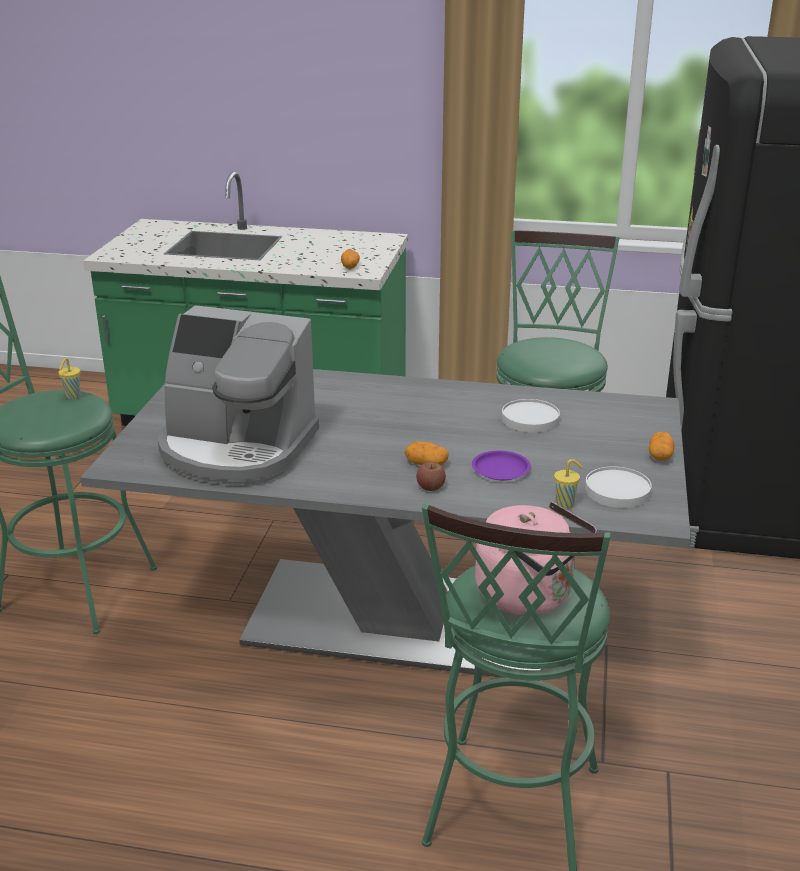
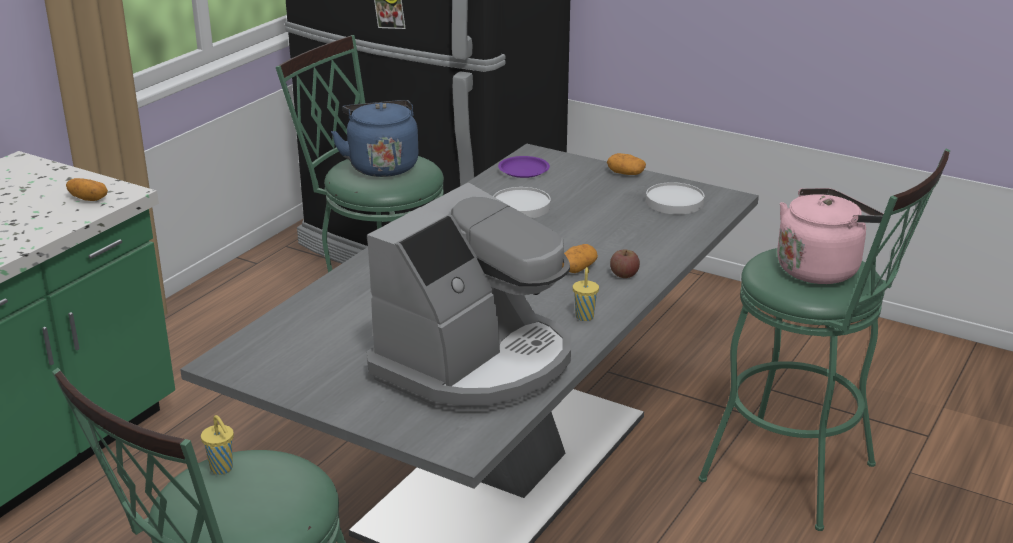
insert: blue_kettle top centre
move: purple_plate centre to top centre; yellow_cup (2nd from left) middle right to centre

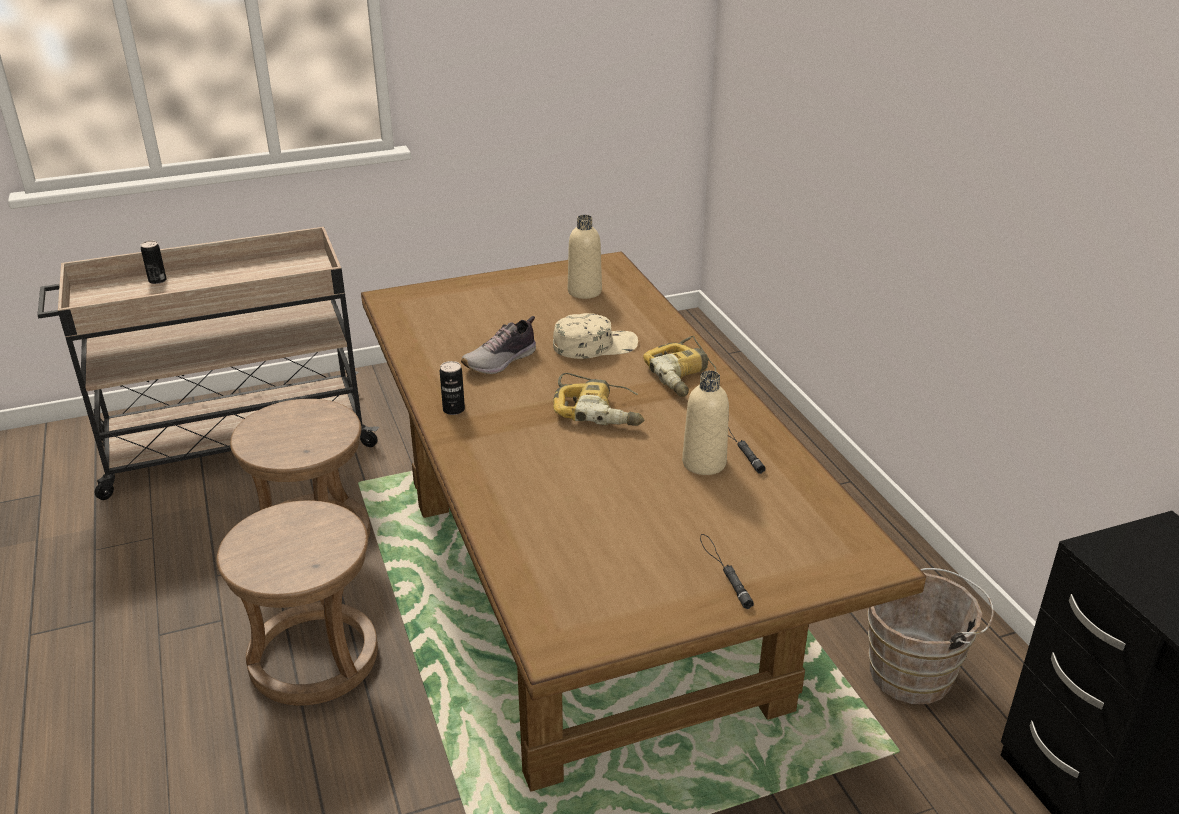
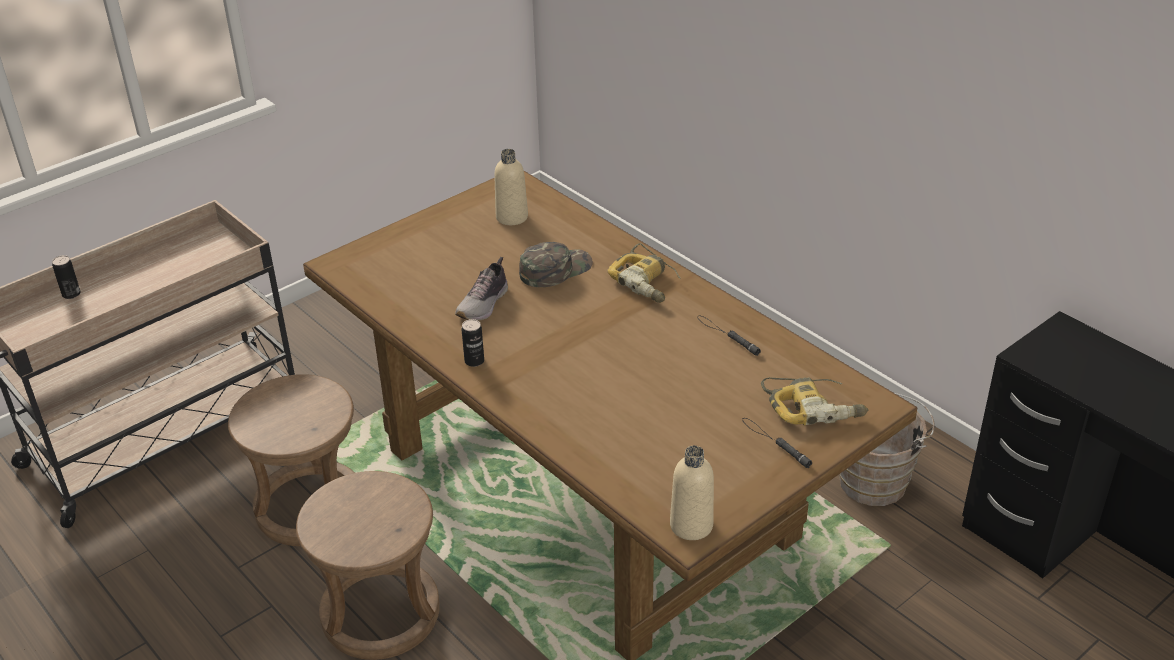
move: power_drill (1st from left in the first image) centre to power_drill (2nd from left) middle right; beige_bottle (2nd from left) centre to bottom centre
recolor: beige_cap centre to green_cap centre

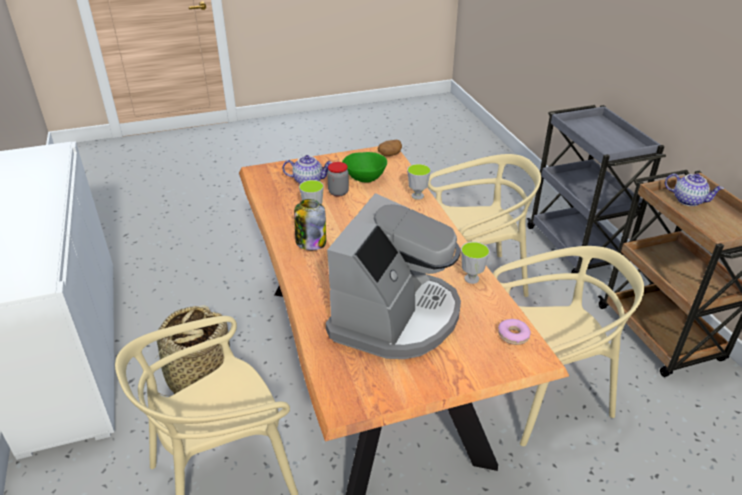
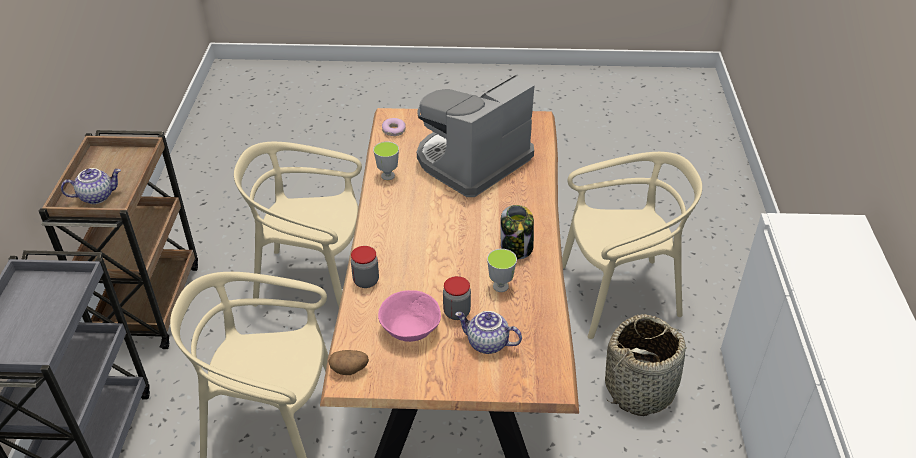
replace: cup (2nd from left) centre to jar (1st from left) centre
recolor: green_bowl centre to pink_bowl bottom centre
rotate: teapot (2nd from left in the first image) middle right = middle left 105 degrees clockwise

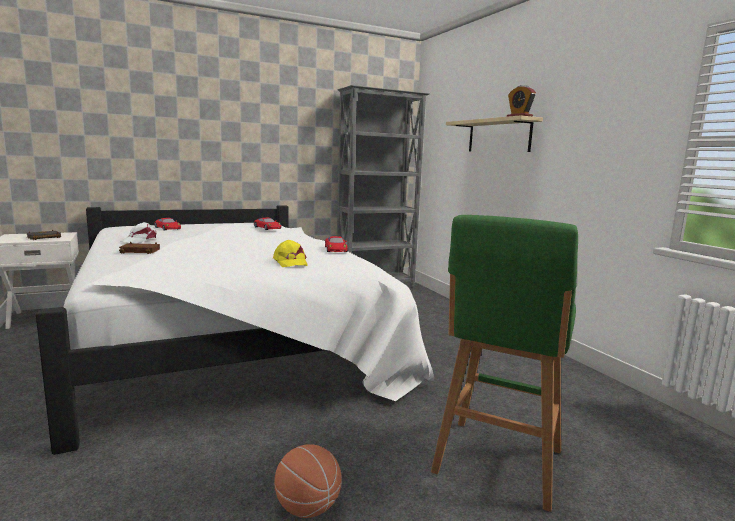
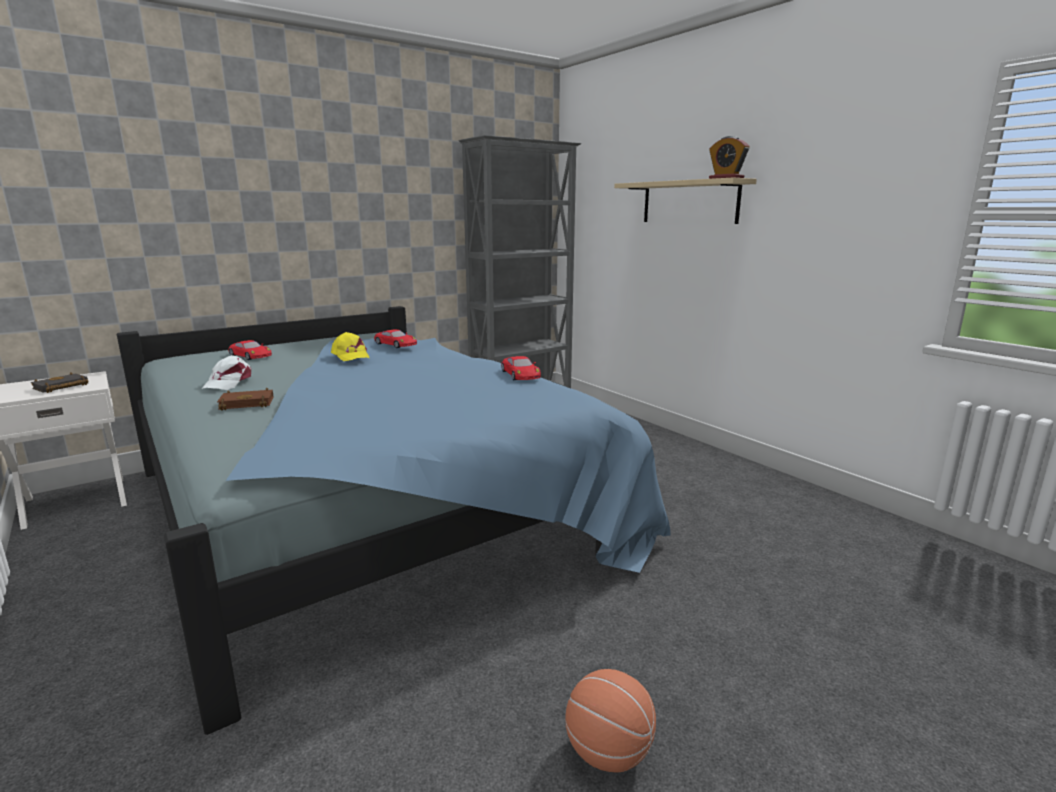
delete: green_stool bottom right
move: yellow_cap centre to middle left
recolor: white_bed middle left to blue_bed centre

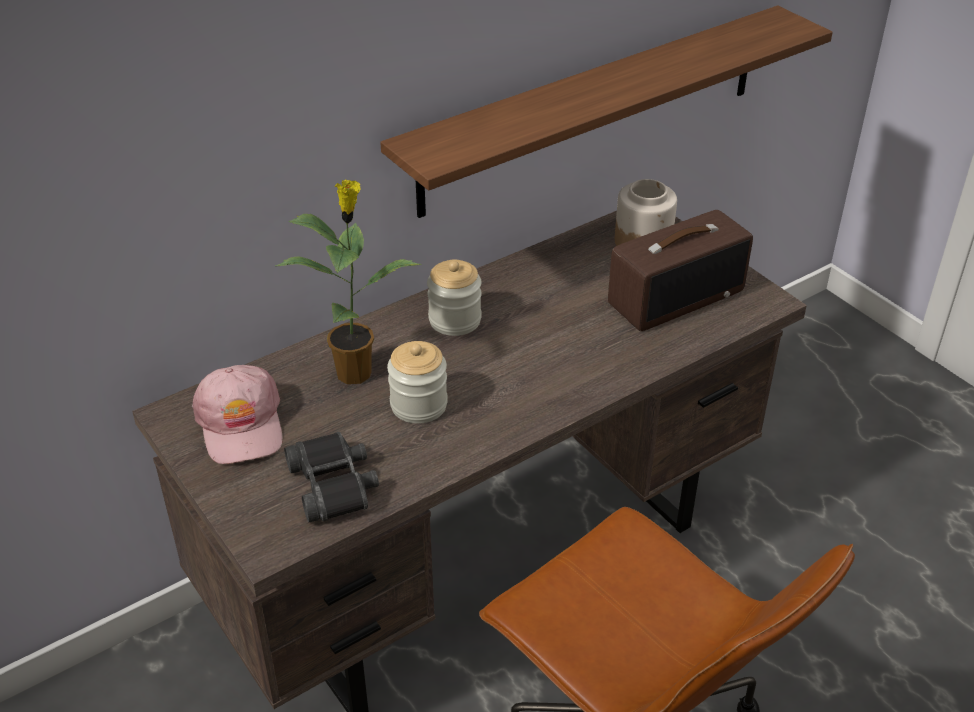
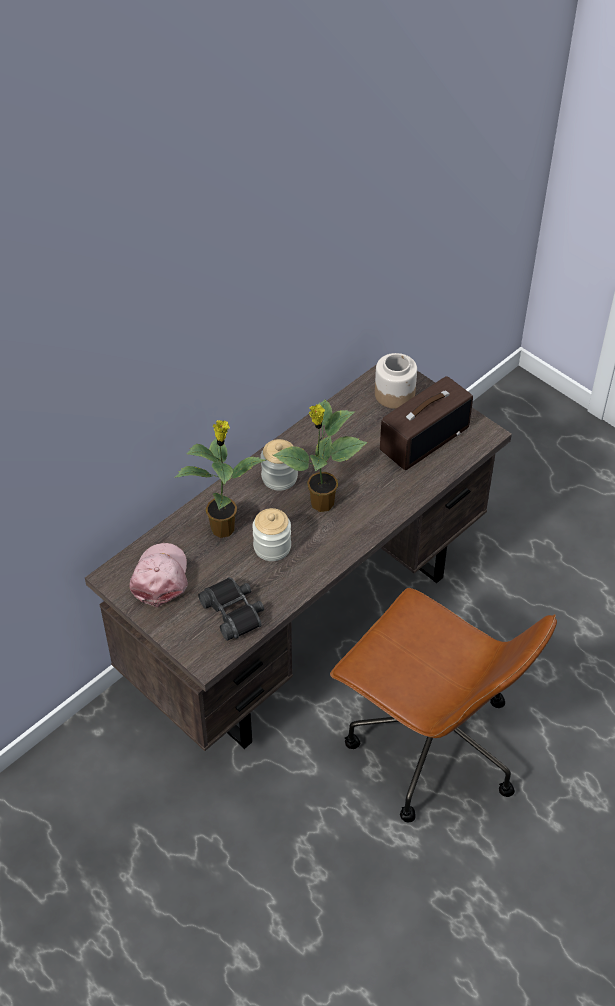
delete: shelf top centre
insert: potted_plant (2nd from left) centre
rotate: pink_cap middle left = middle left 150 degrees counterclockwise

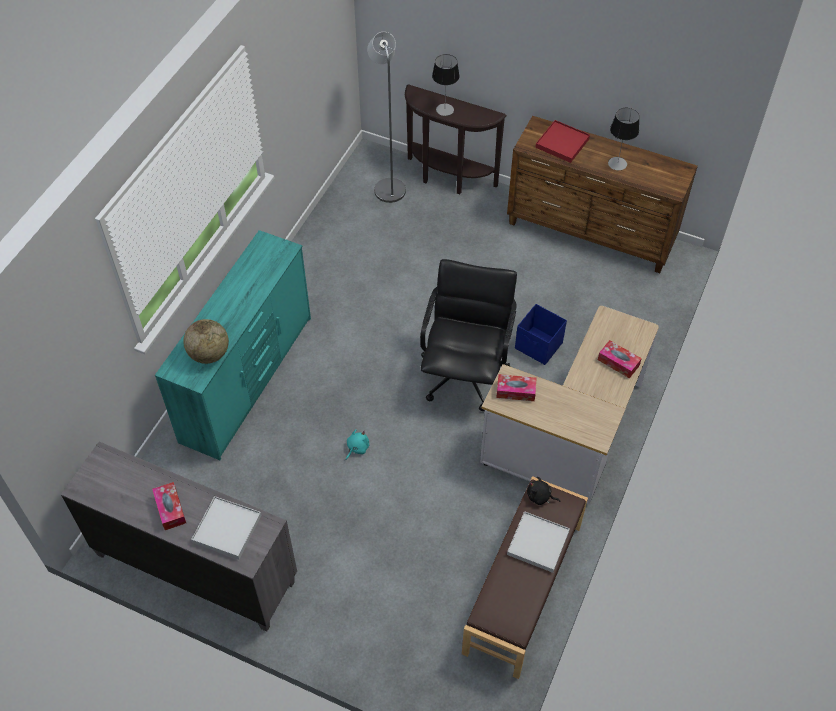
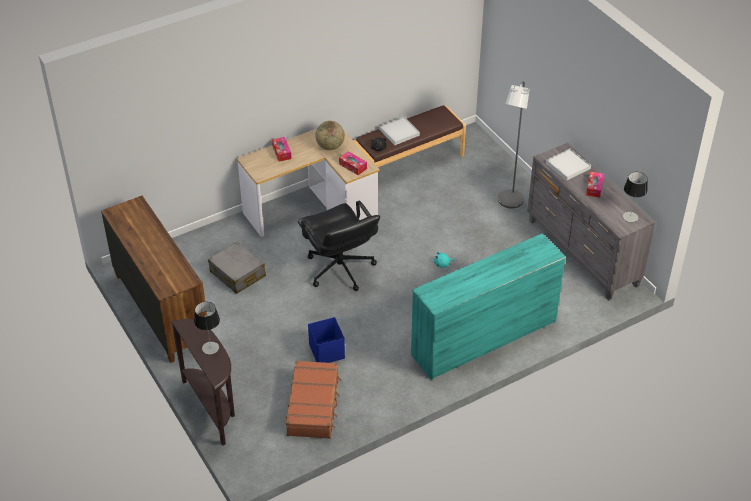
delete: red_tray top right
insert: grey_suitcase middle left; brown_suitcase bottom centre
move: globe middle left to top centre; grey_floor_lamp top centre to top right; blue_storage_box centre to bottom centre; table_lamp (2nd from left) top right to middle right
rotate: black_office_chair centre = centre 75 degrees counterclockwise

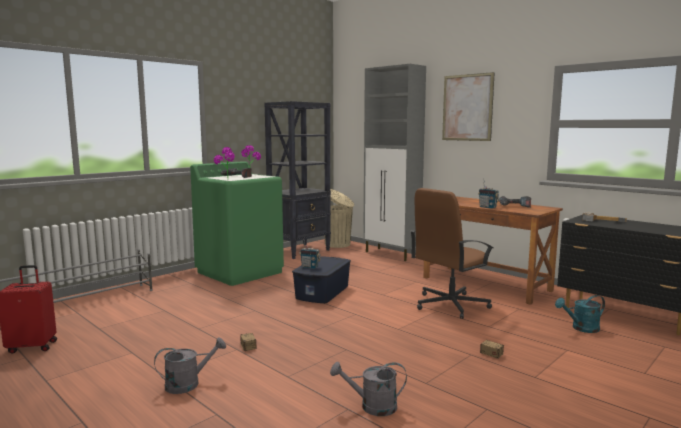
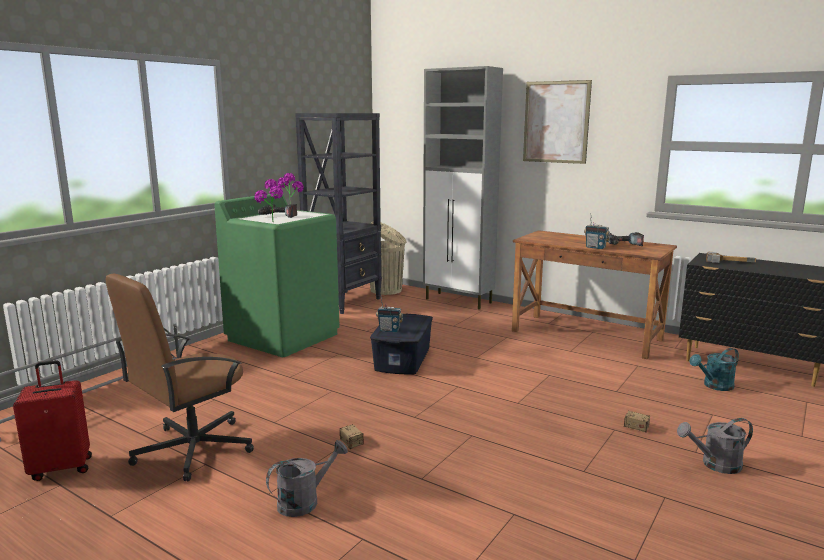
move: grey_watering_can (2nd from left) bottom centre to bottom right; brown_office_chair centre to bottom left

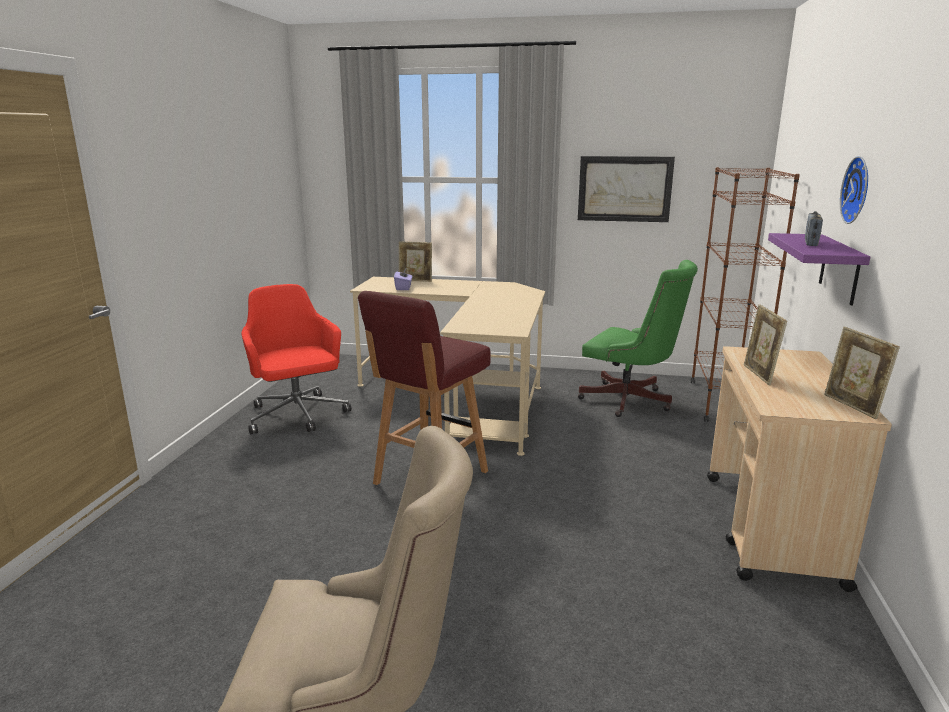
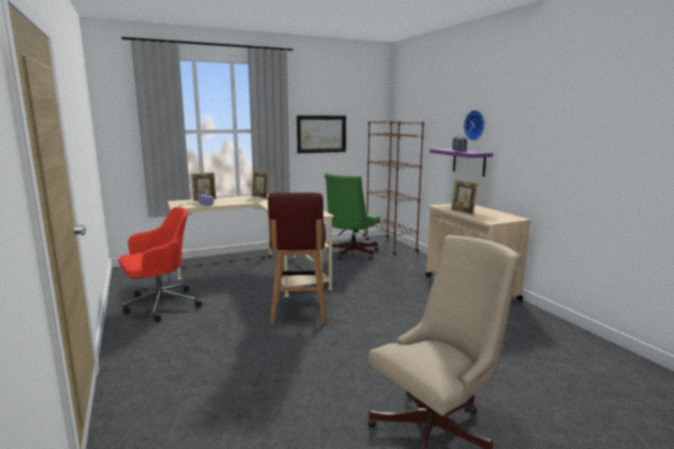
move: picture_frame (3rd from left in the first image) middle right to picture_frame (2nd from left) centre
rotate: red_office_chair middle left = middle left 120 degrees clockwise; green_office_chair middle right = centre 120 degrees clockwise

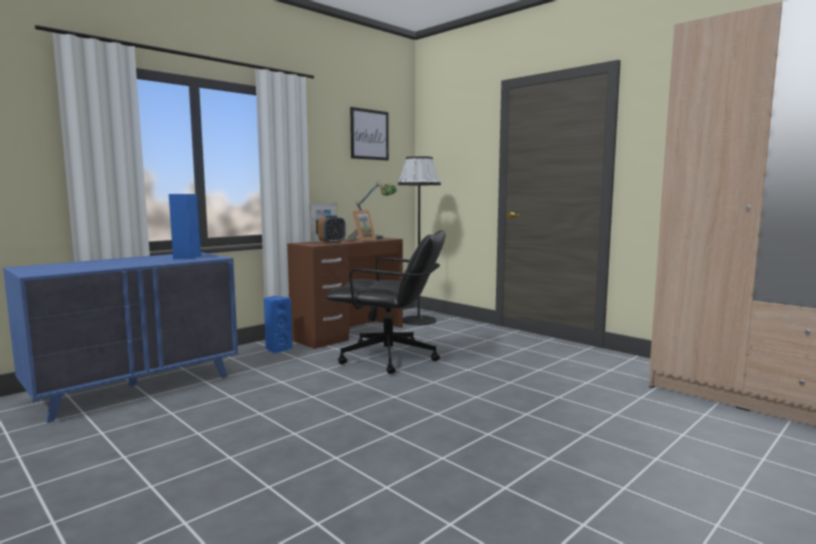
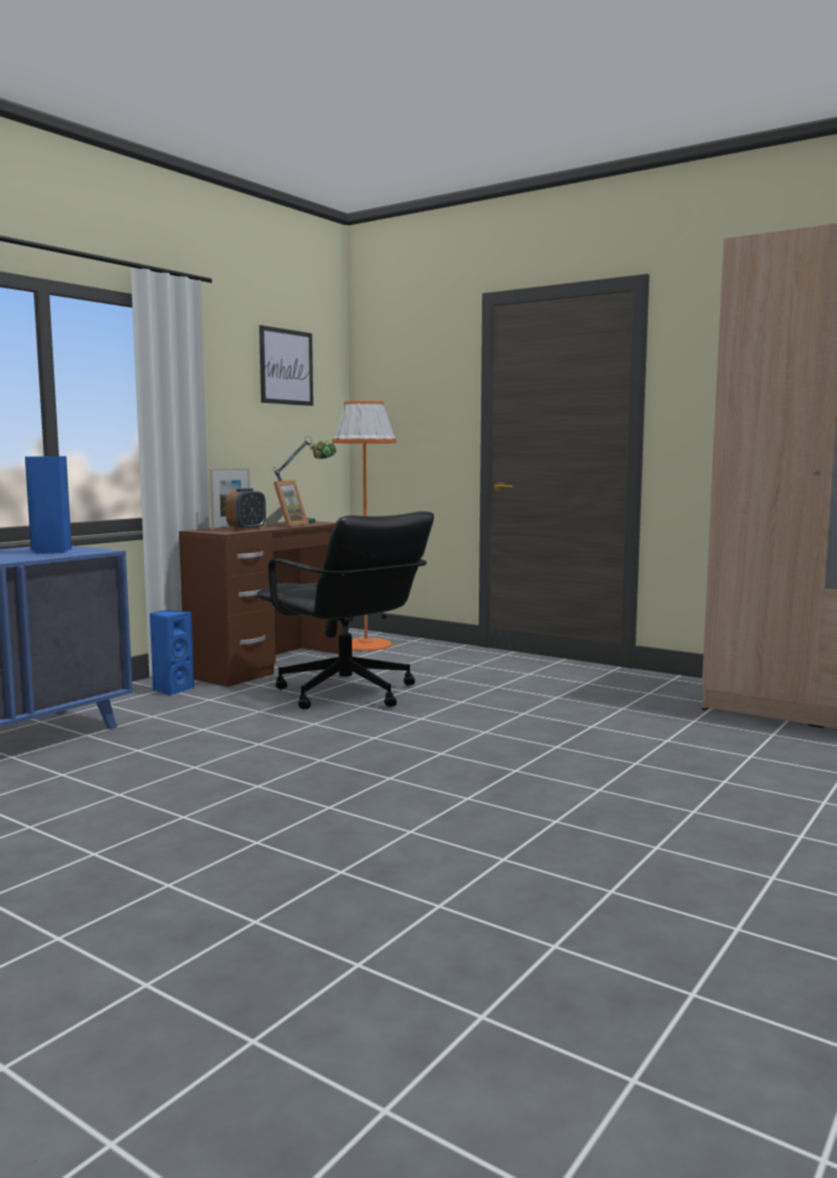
recolor: black_floor_lamp centre to orange_floor_lamp centre
rotate: black_office_chair centre = centre 45 degrees clockwise

